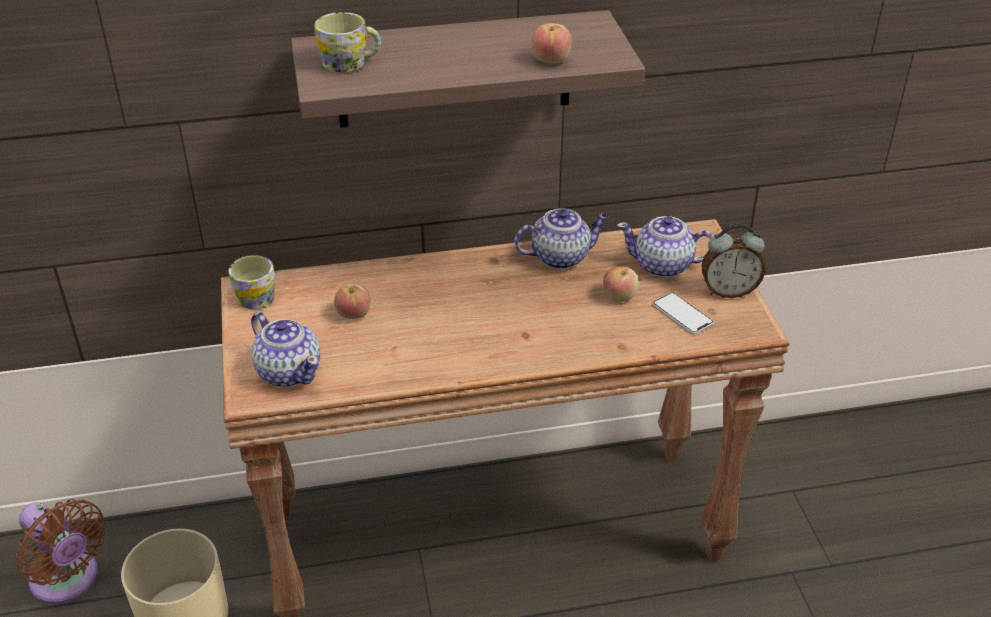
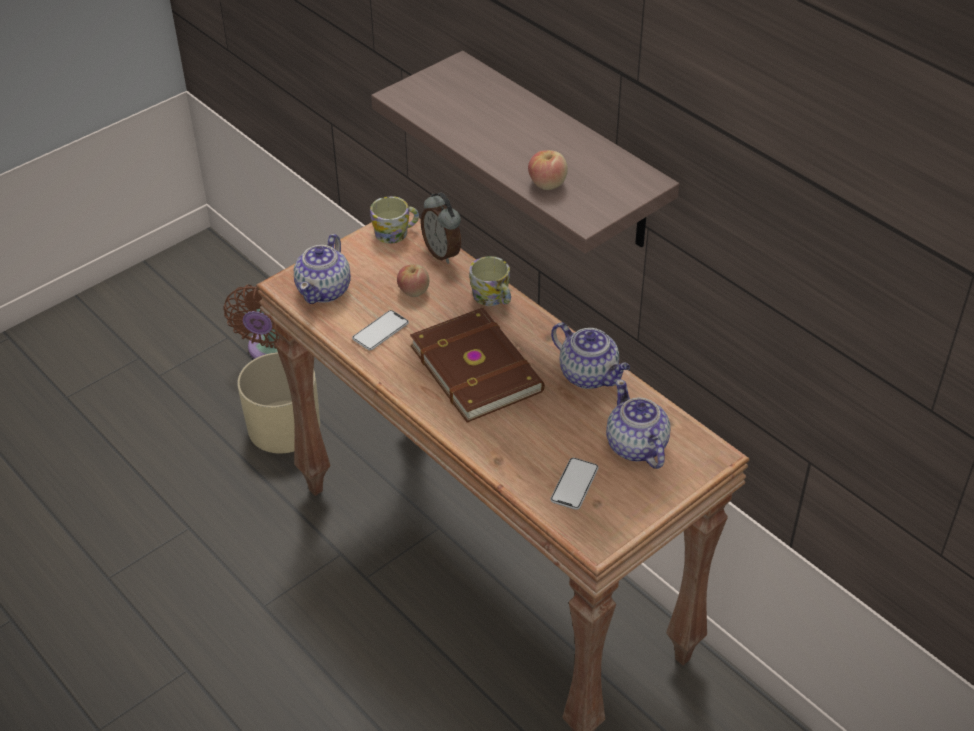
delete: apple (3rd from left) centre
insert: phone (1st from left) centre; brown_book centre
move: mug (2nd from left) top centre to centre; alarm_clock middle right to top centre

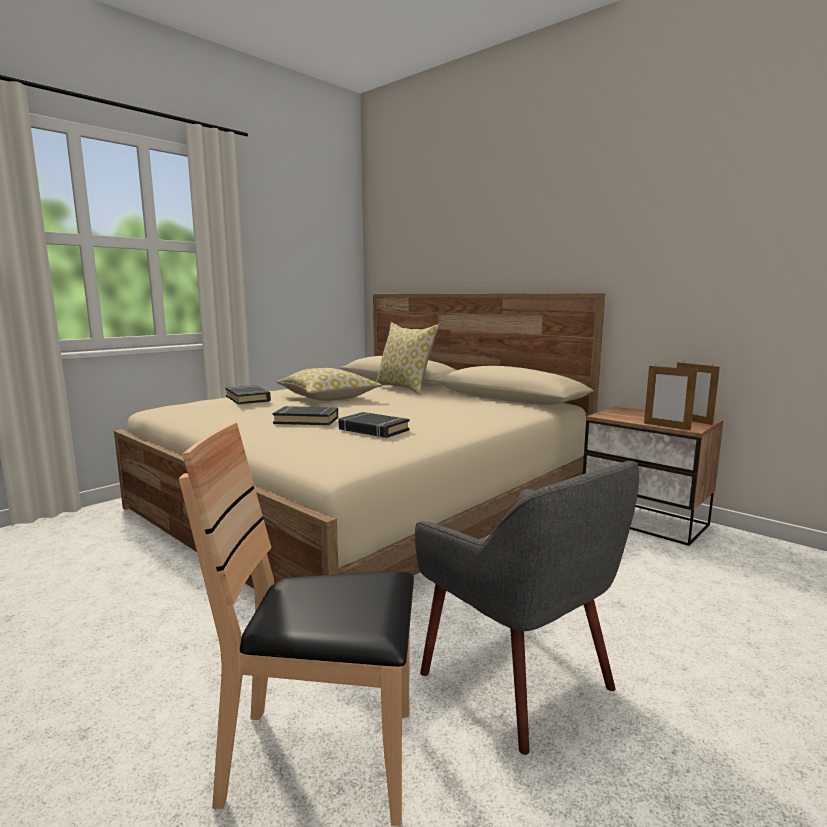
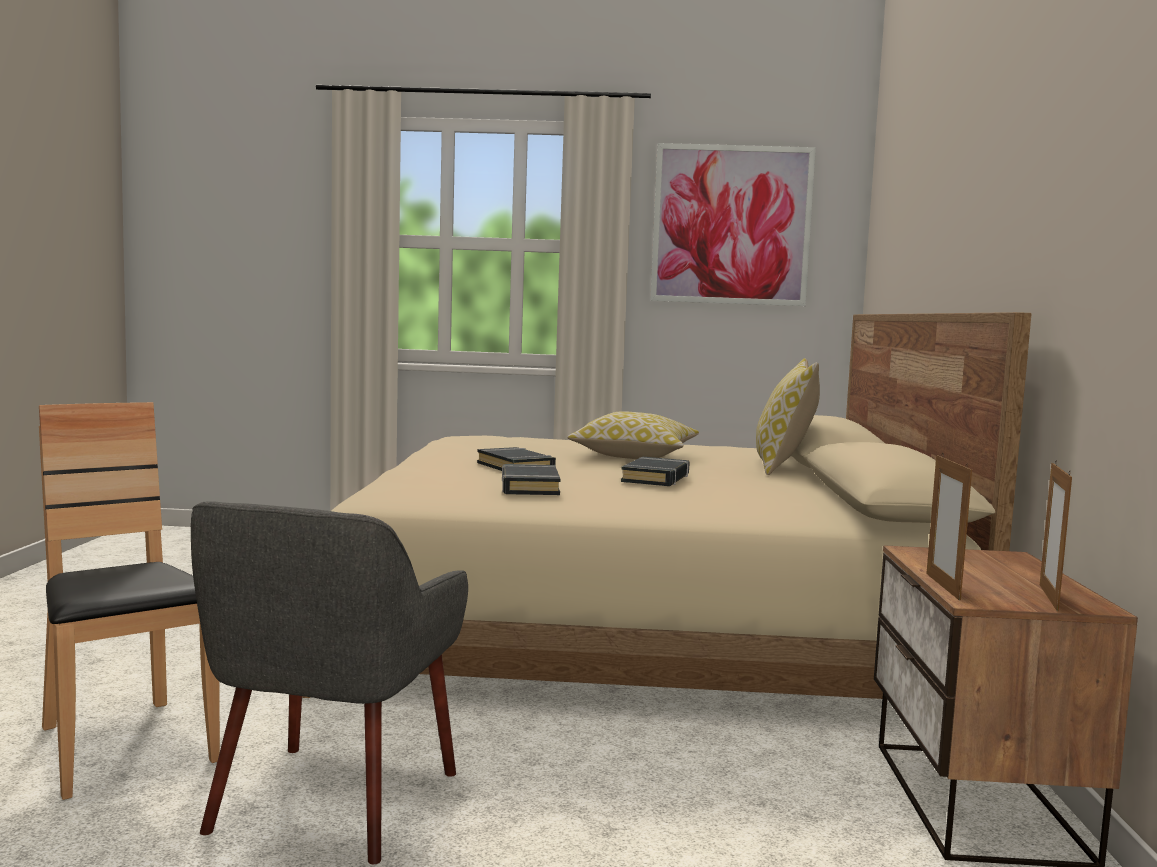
insert: picture top centre
move: black_book (1st from left in the first image) middle left to black_book (3rd from left) centre

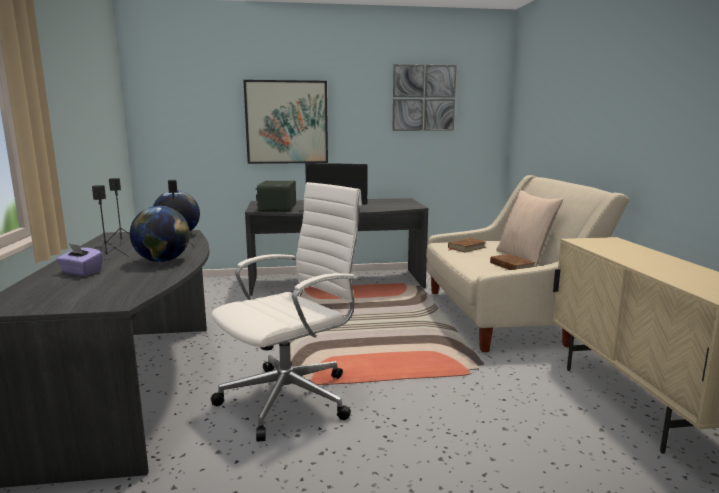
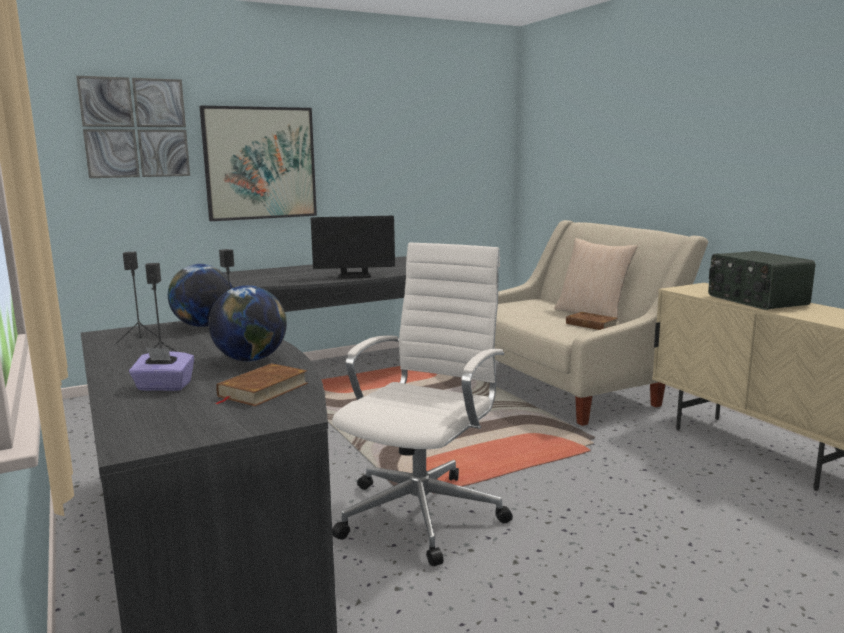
move: radio centre to middle right; picture (2nd from left in the first image) top centre to picture (1st from left) top left; brown_book (1st from left) centre to middle left

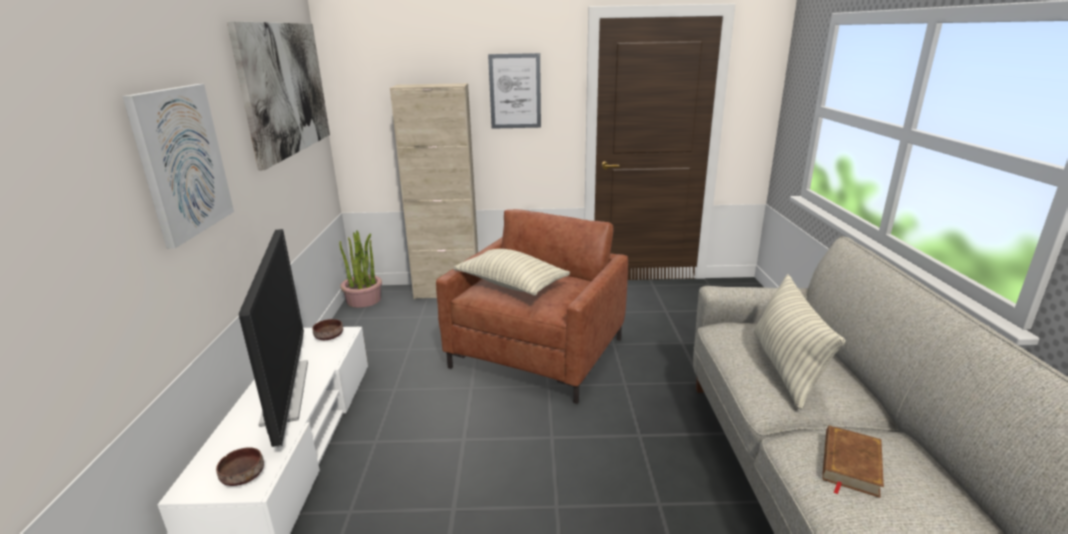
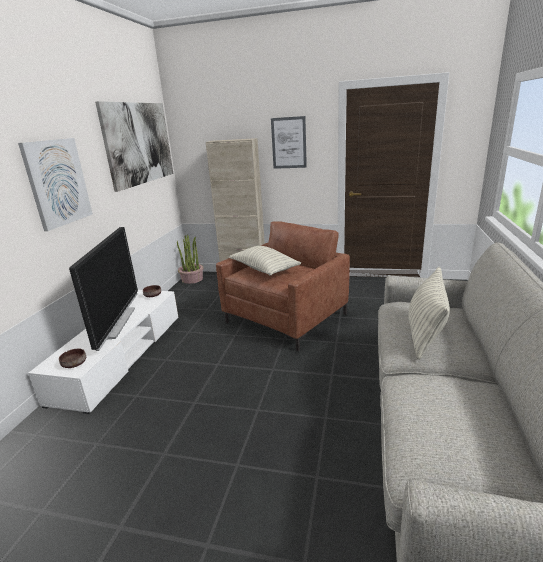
delete: brown_book bottom right

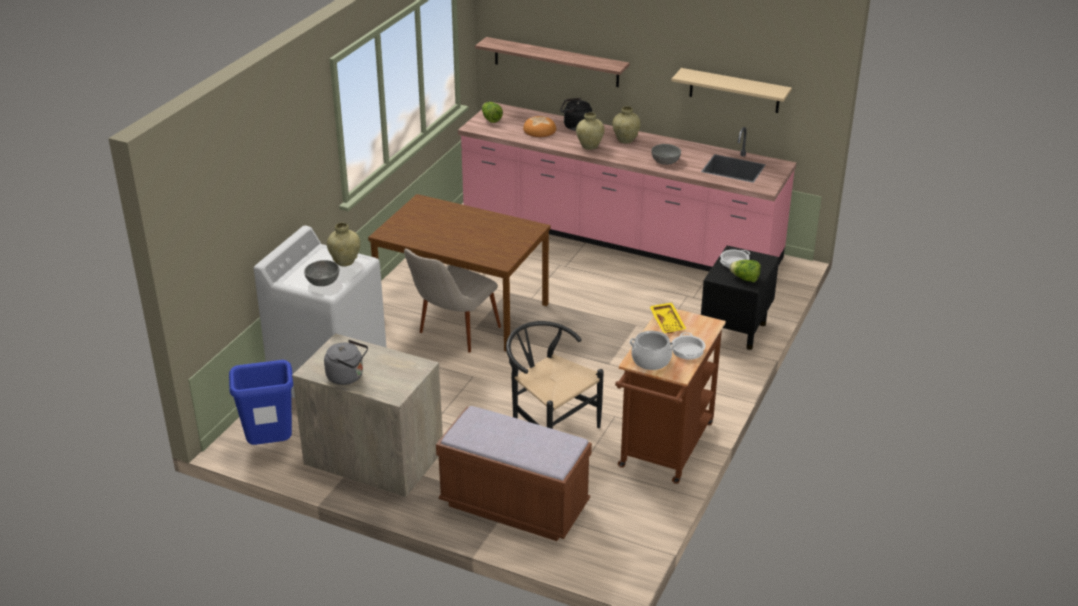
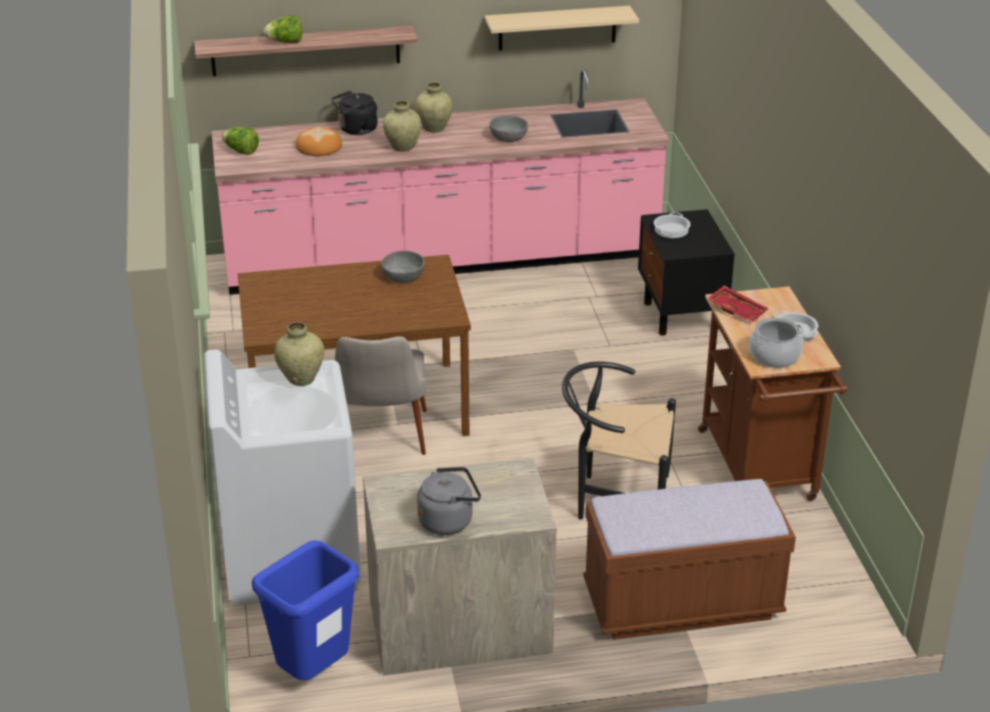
move: grey_bowl (1st from left) middle left to centre; lettuce (2nd from left) middle right to top left
recolor: yellow_tray centre to red_tray middle right

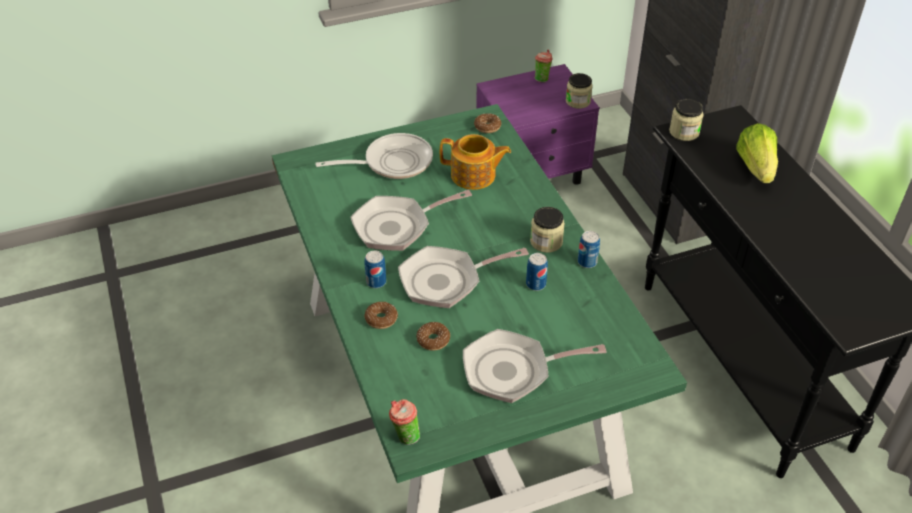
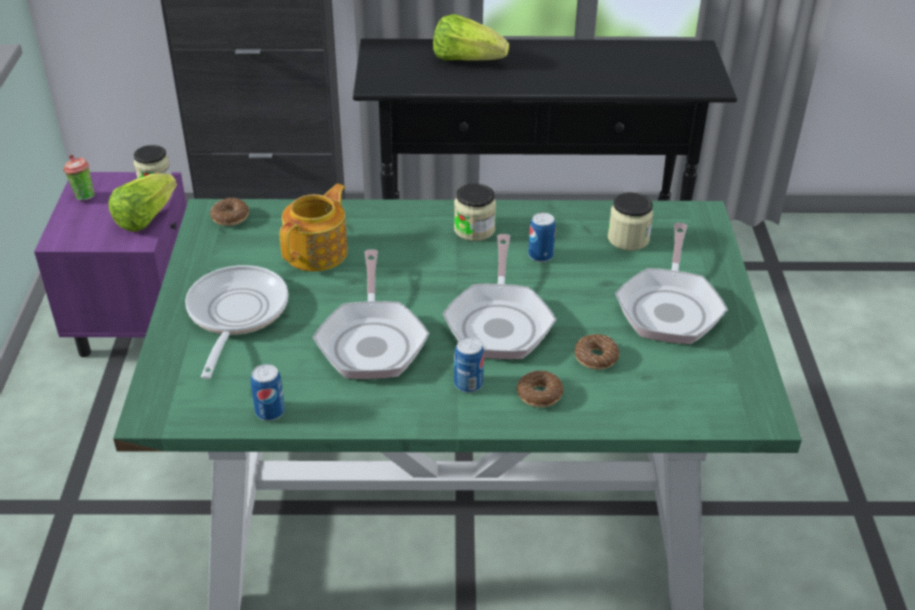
delete: cup (1st from left) bottom centre
insert: lettuce (1st from left) top left
move: can (3rd from left in the first image) centre to can (1st from left) middle left; jar (3rd from left) top right to middle right

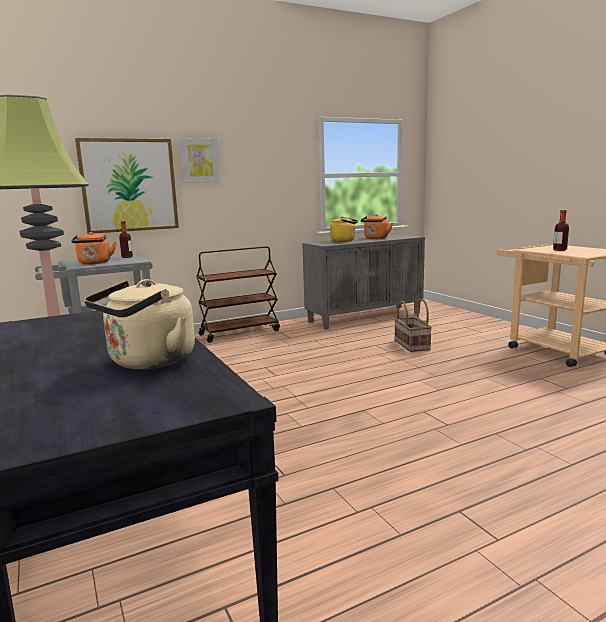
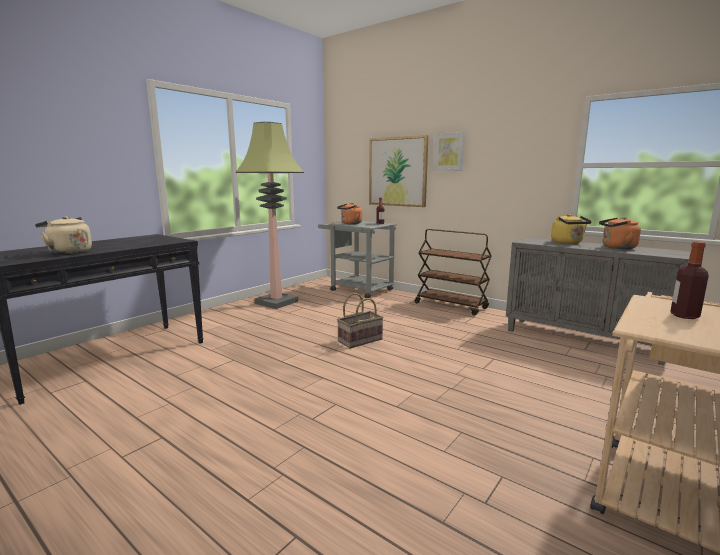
move: basket middle right to centre

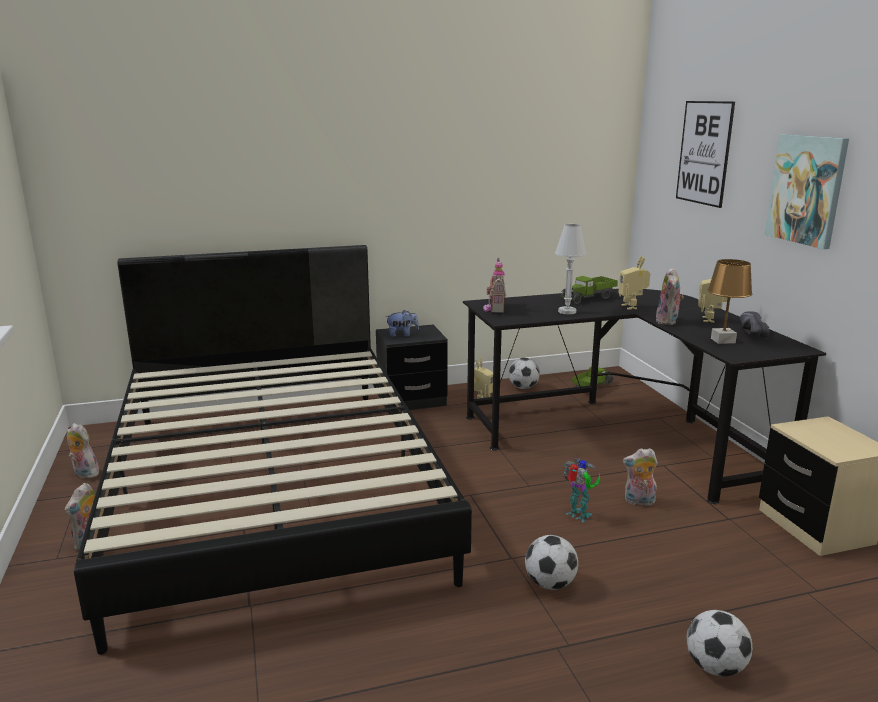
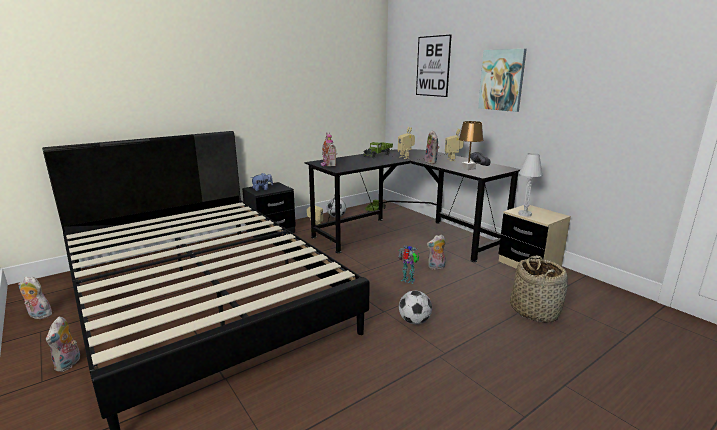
delete: football (3rd from left) bottom right
insert: basket bottom right
move: white_table_lamp centre to middle right

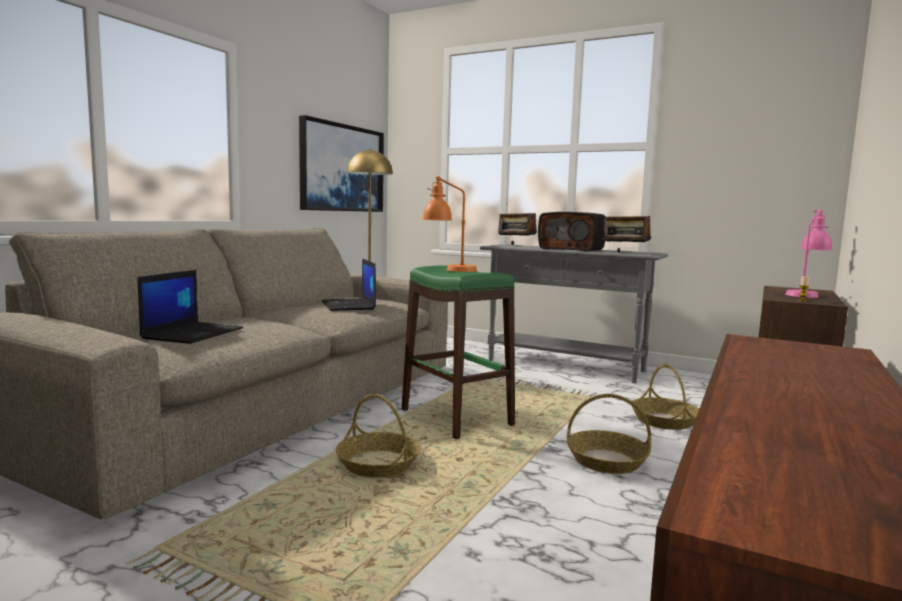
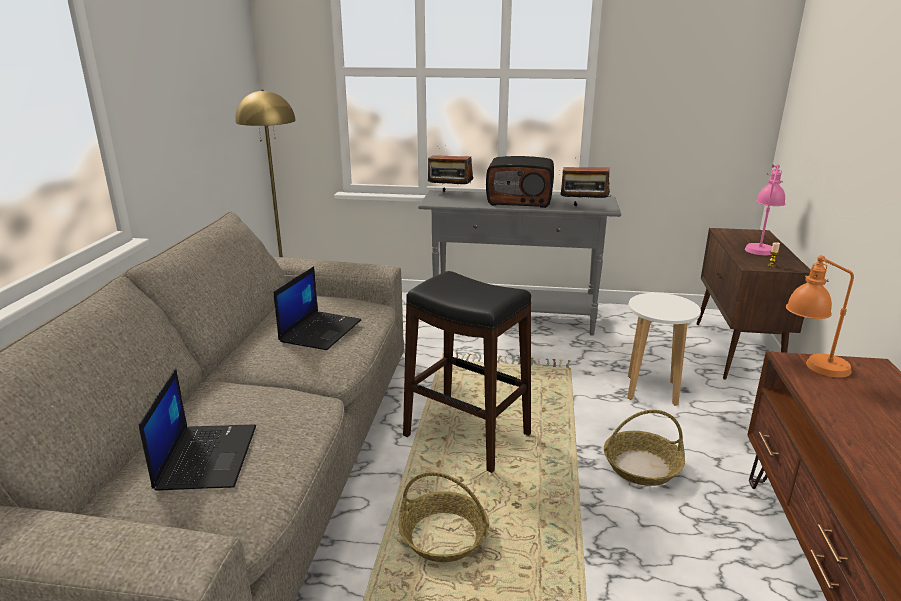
delete: picture top centre
move: orange_table_lamp centre to middle right
replace: basket (3rd from left) middle right to white_stool middle right
recolor: green_stool centre to black_stool centre
rotate: laptop (2nd from left) centre = centre 120 degrees counterclockwise

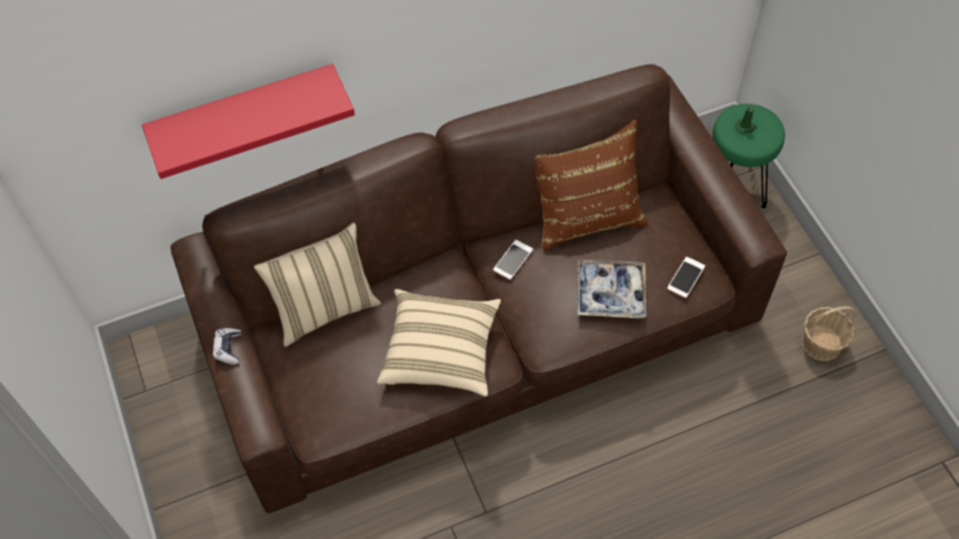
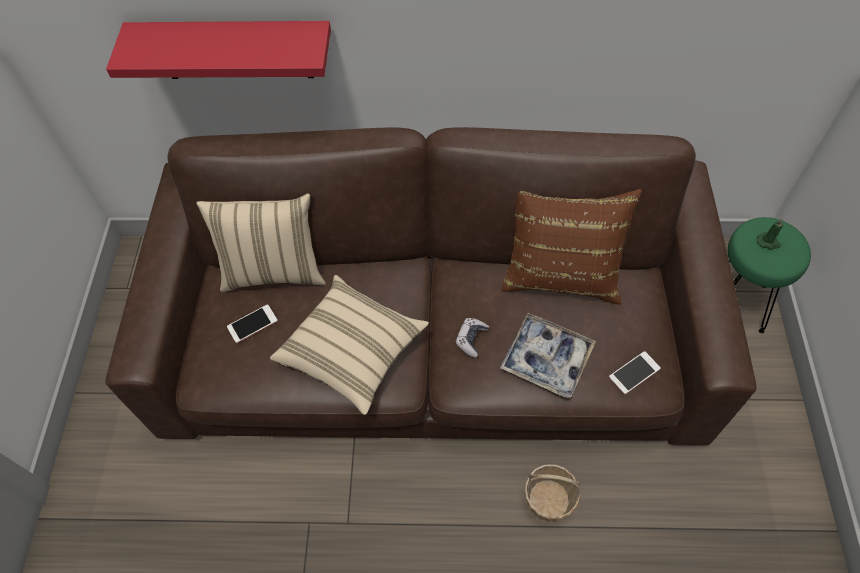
move: game_controller middle left to centre; phone (1st from left) centre to middle left; basket middle right to bottom centre

